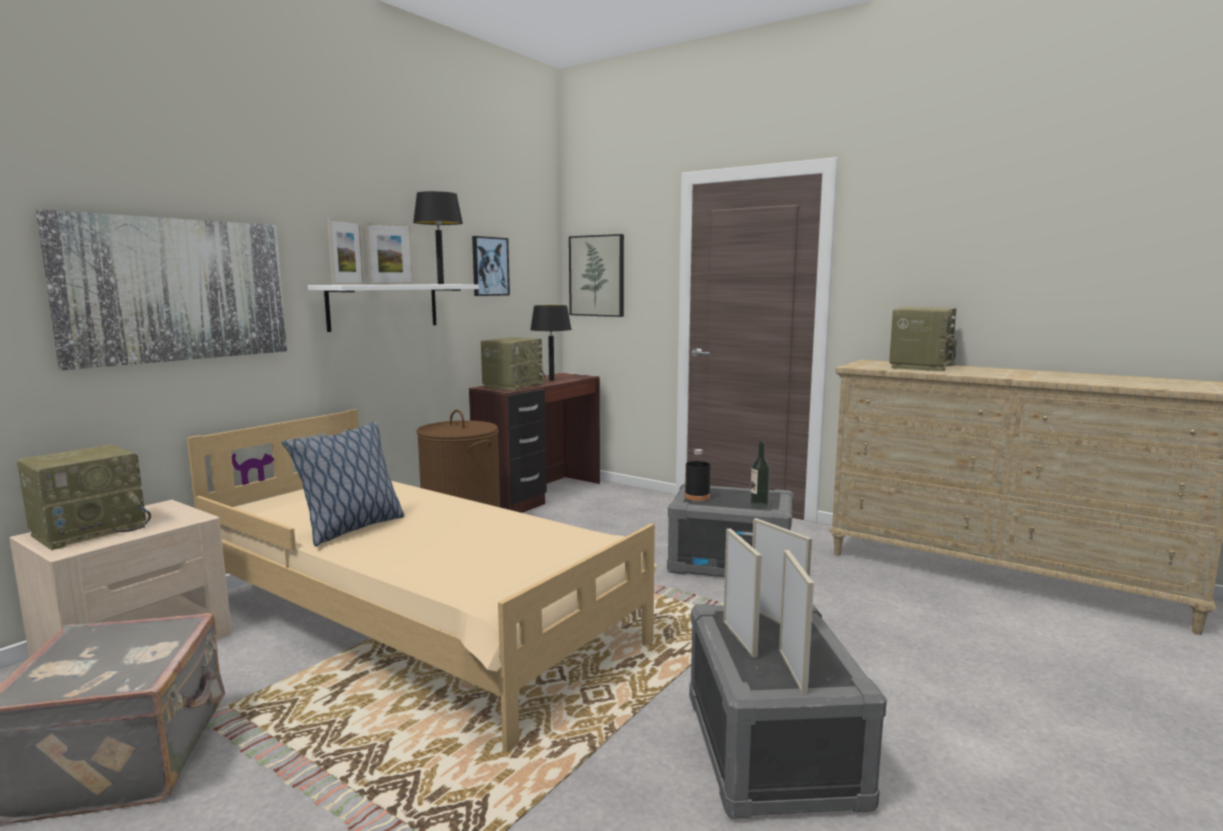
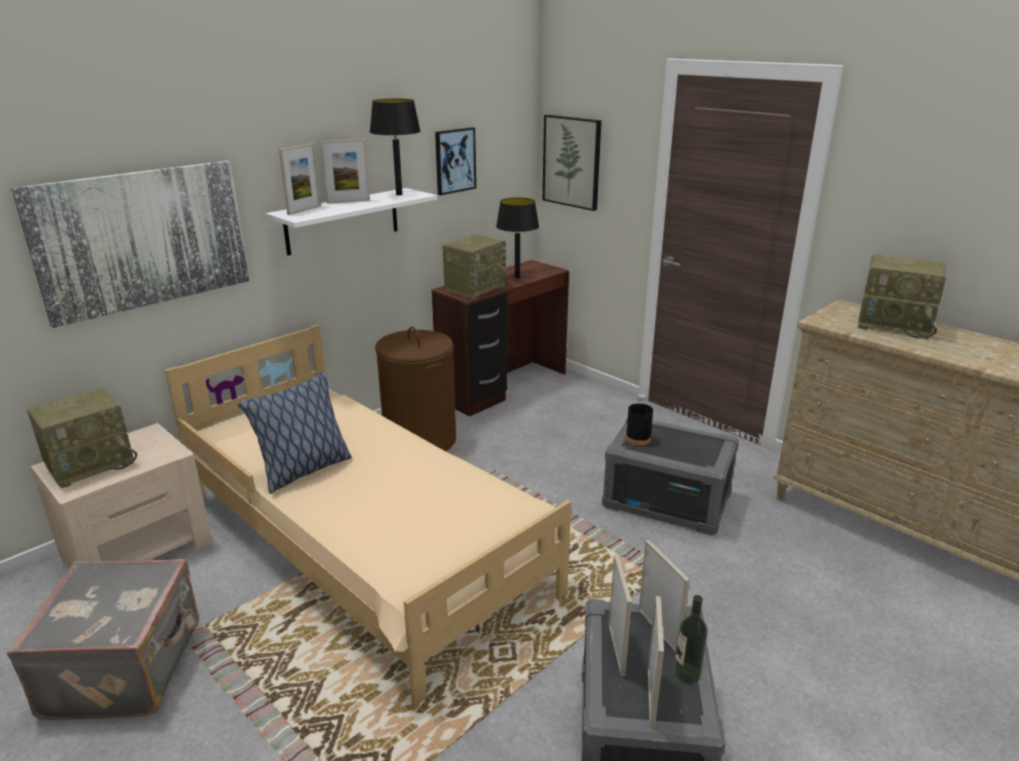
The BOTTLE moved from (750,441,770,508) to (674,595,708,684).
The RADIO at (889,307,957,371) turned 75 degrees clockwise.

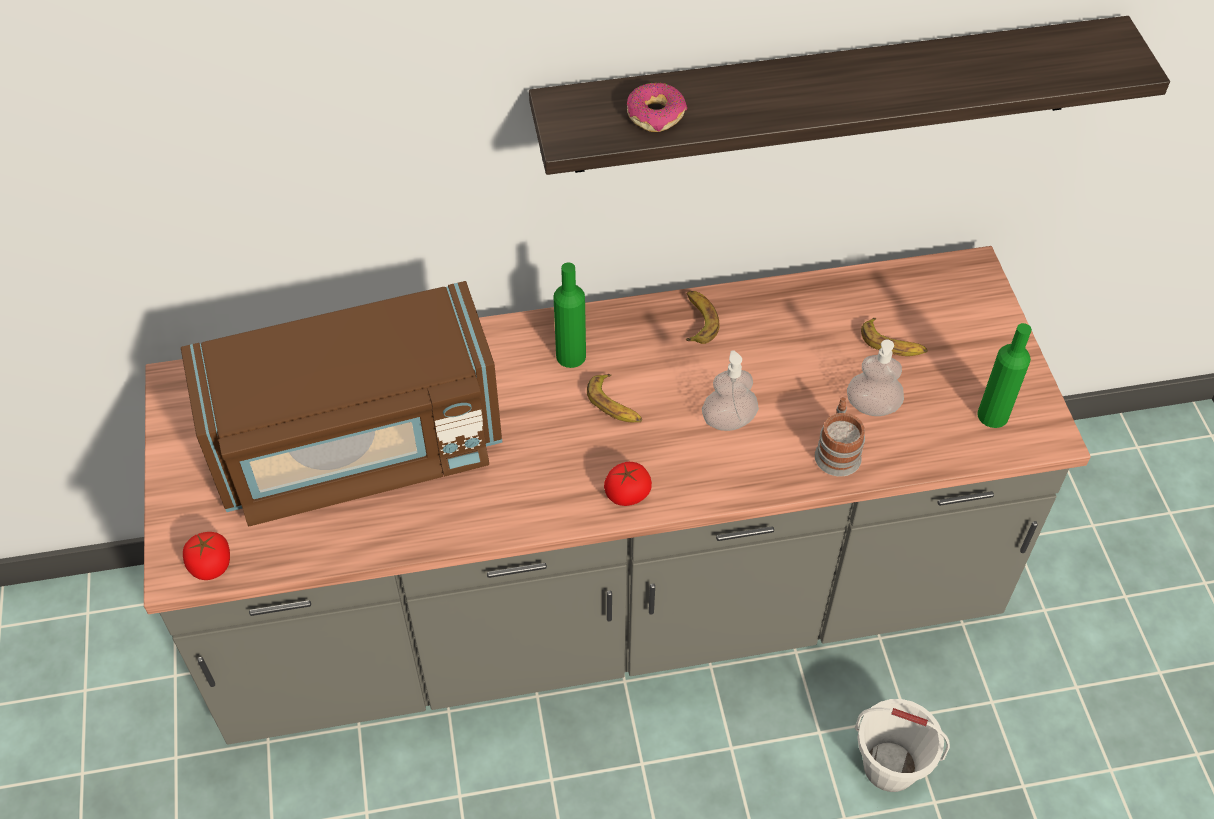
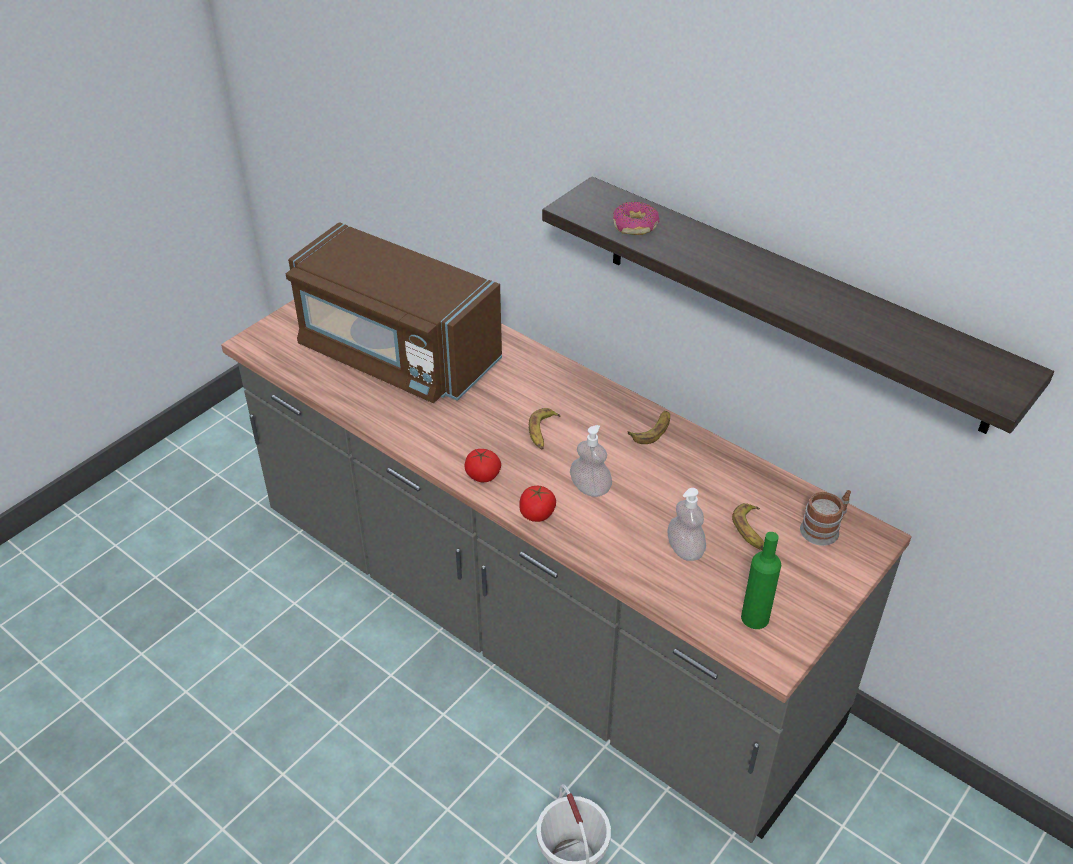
The TOMATO moved from (183,532,230,580) to (519,485,556,522).
The MUG moved from (814,397,865,476) to (800,490,851,546).
The GREEN BOTTLE at (553,262,586,368) disappeared.

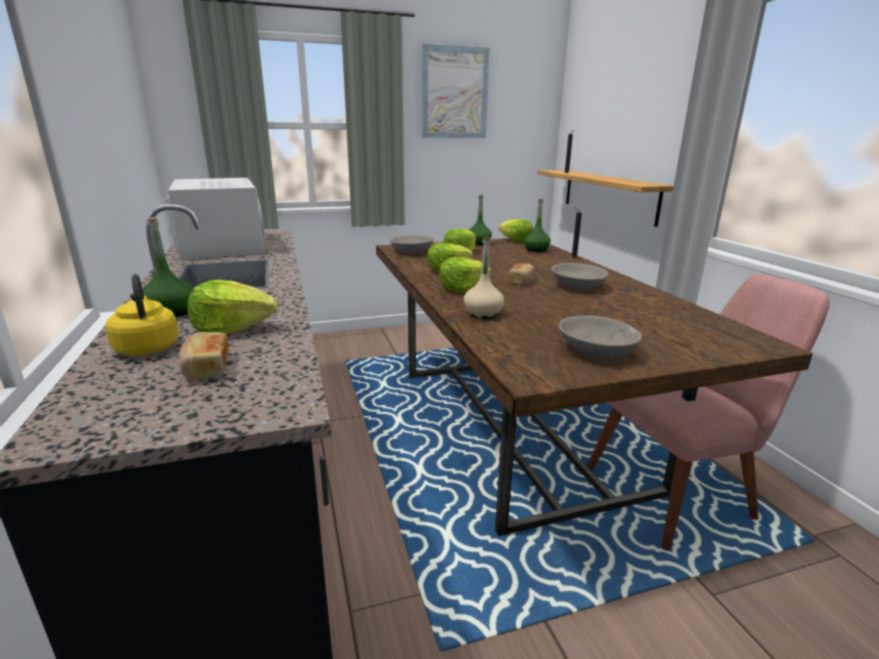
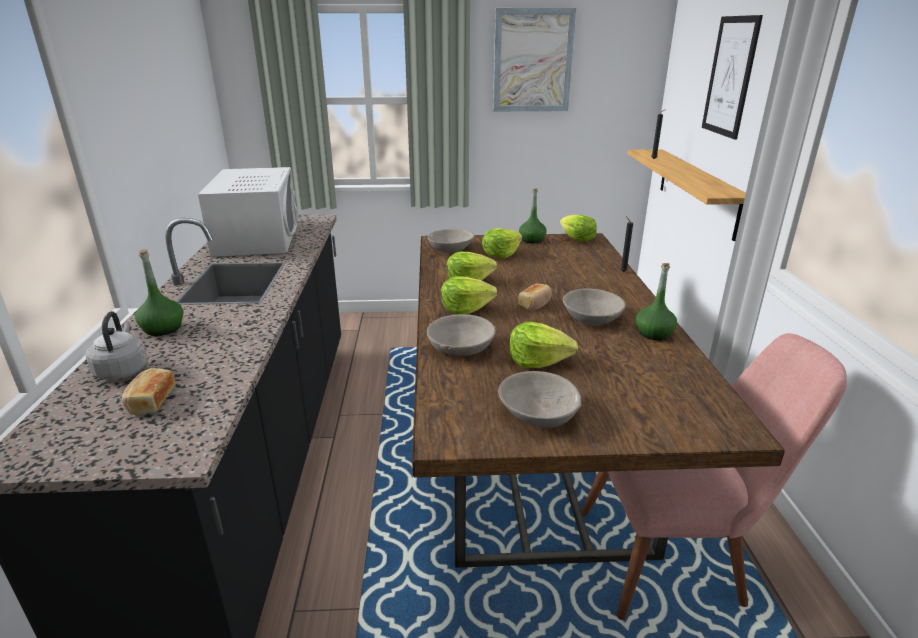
The YELLOW KETTLE at (105,274,179,356) became the GREY KETTLE at (86,311,147,380).
The BEIGE BOTTLE at (464,237,504,319) was replaced by the GREY BOWL at (427,314,496,356).
The LETTUCE moved from (188,280,278,334) to (510,322,578,368).
The GREEN BOTTLE moved from (524,199,551,252) to (636,263,677,340).
The PICTURE at (702,15,763,140) appeared.

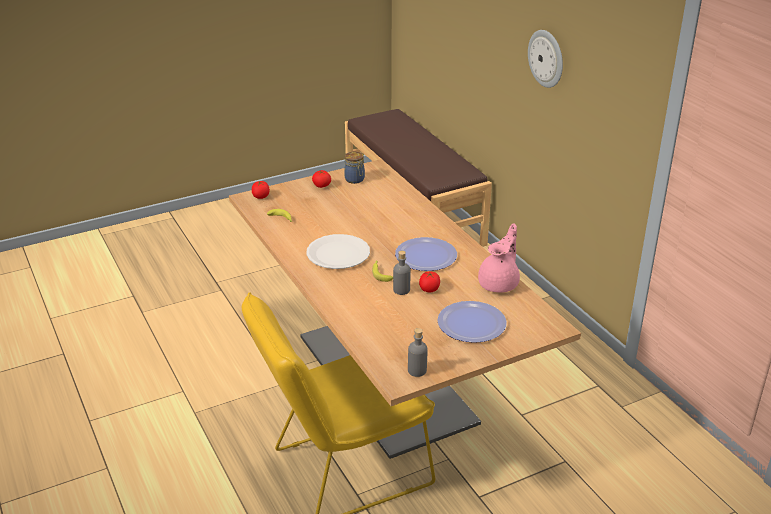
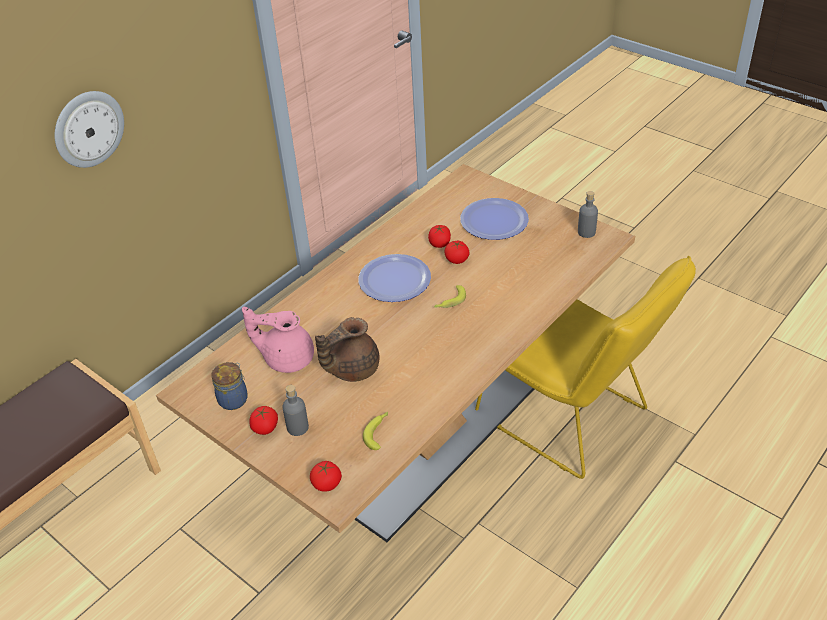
The PINK TEAPOT moved from (478,223,520,293) to (242,307,314,373).
The GREY BOTTLE moved from (393,251,410,295) to (283,385,309,436).
The BROWN TEAPOT at (315,317,379,382) appeared.
The TOMATO at (428,225,451,248) appeared.
The WHITE PLATE at (307,234,370,269) disappeared.

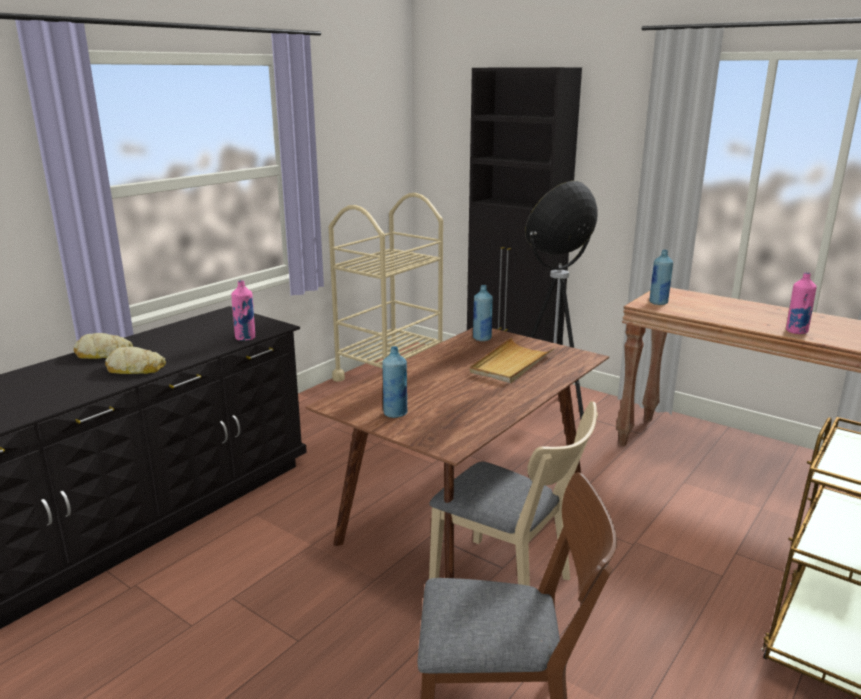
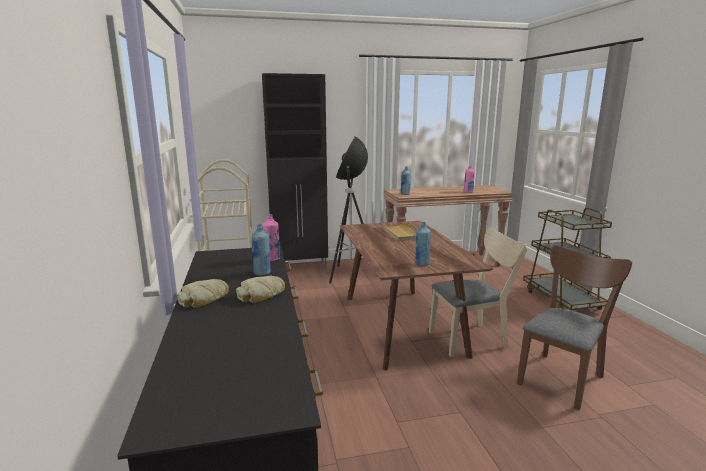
The BLUE BOTTLE moved from (473,285,493,341) to (251,224,271,276).

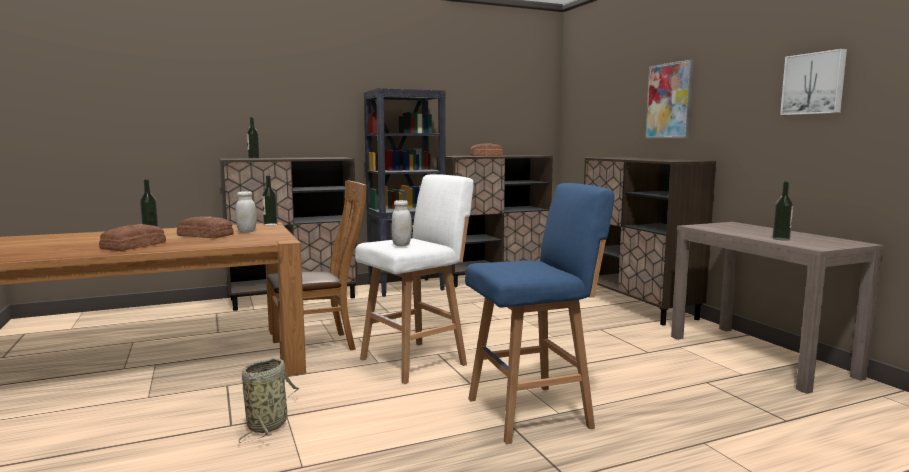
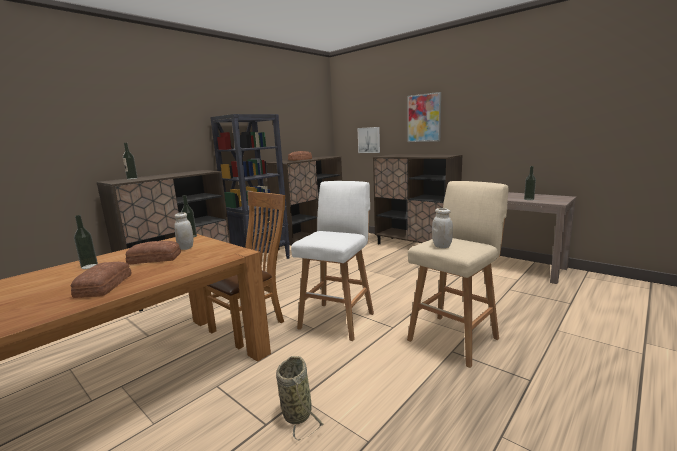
The PICTURE moved from (780,49,847,115) to (358,127,380,153).
The BLUE STOOL at (465,183,615,444) became the BEIGE STOOL at (407,181,508,368).
The WHITE JAR moved from (391,200,412,246) to (432,208,453,248).

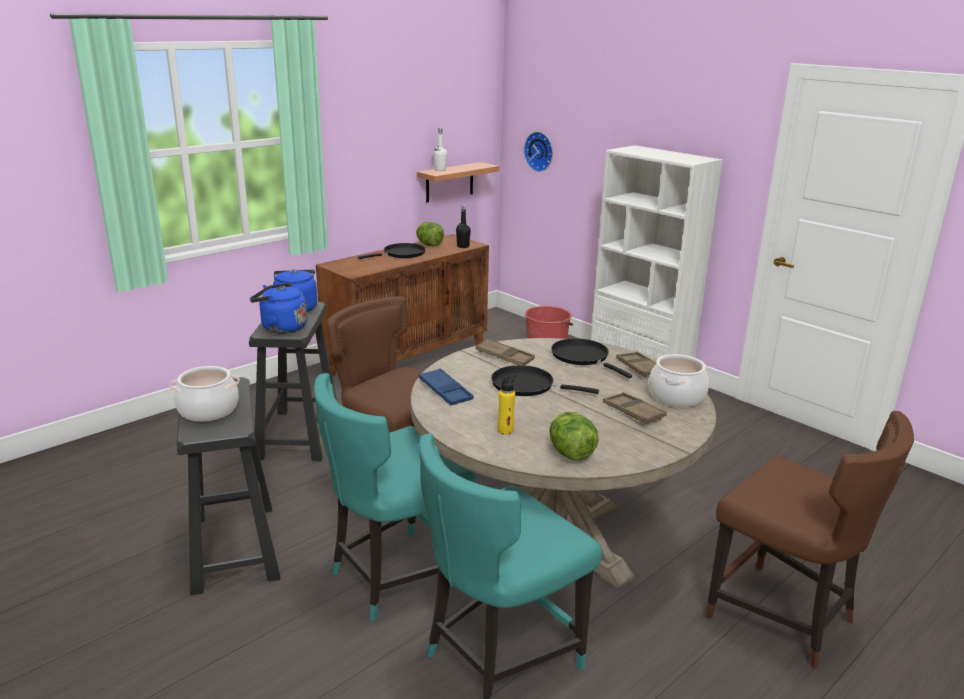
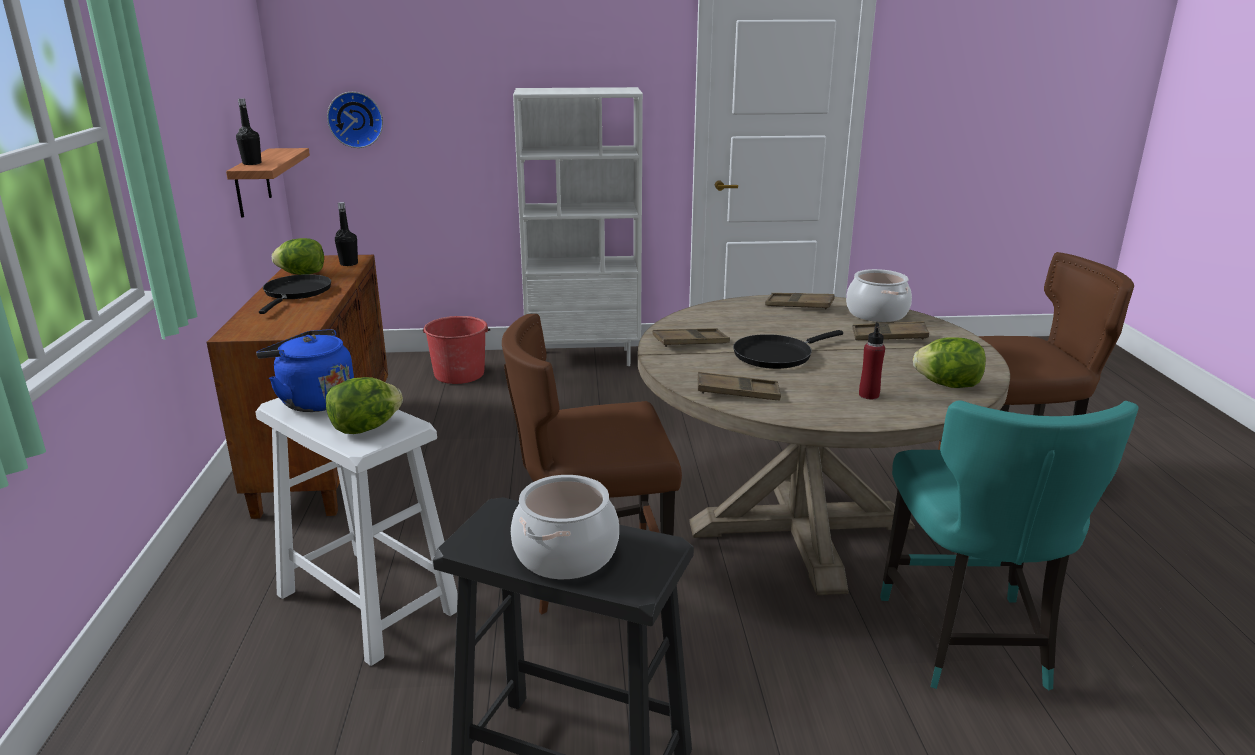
The WHITE BOTTLE at (433,128,447,171) became the BLACK BOTTLE at (236,98,261,165).
The BLACK STOOL at (249,302,337,461) became the WHITE STOOL at (255,398,458,666).
The BLUE KETTLE at (250,283,307,334) was replaced by the LETTUCE at (326,377,403,434).
The BLUE TRAY at (418,368,474,406) became the BROWN TRAY at (698,372,781,400).
The YELLOW BOTTLE at (498,375,516,435) became the RED BOTTLE at (859,323,885,400).
The TURQUOISE CHAIR at (314,373,477,622) disappeared.
The BLACK FRYING PAN at (551,338,632,378) disappeared.

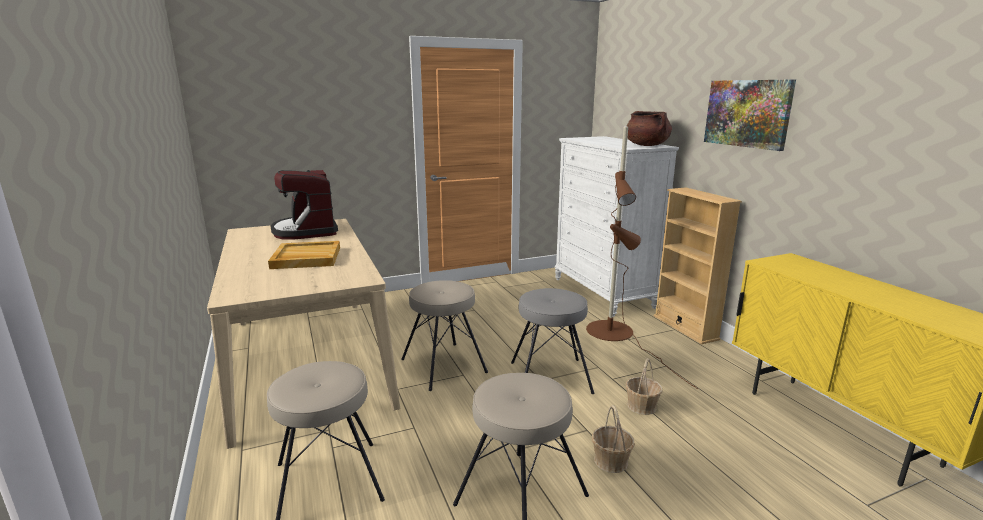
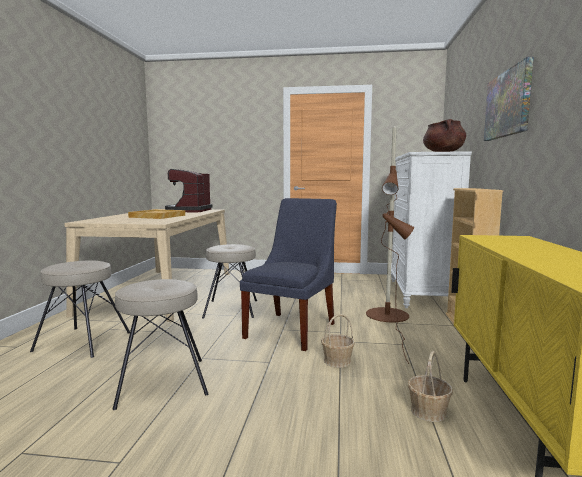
The GREY STOOL at (511,288,595,394) was replaced by the BLUE CHAIR at (240,198,337,351).
The BASKET moved from (592,405,635,473) to (408,351,453,422).

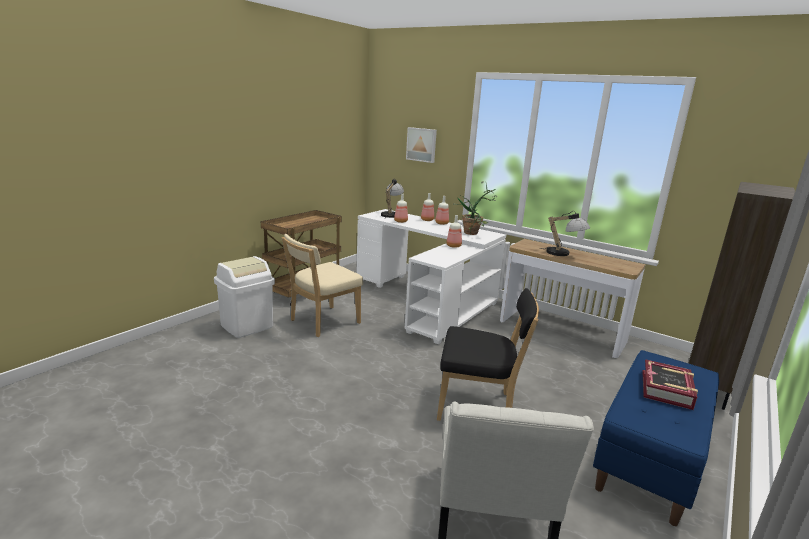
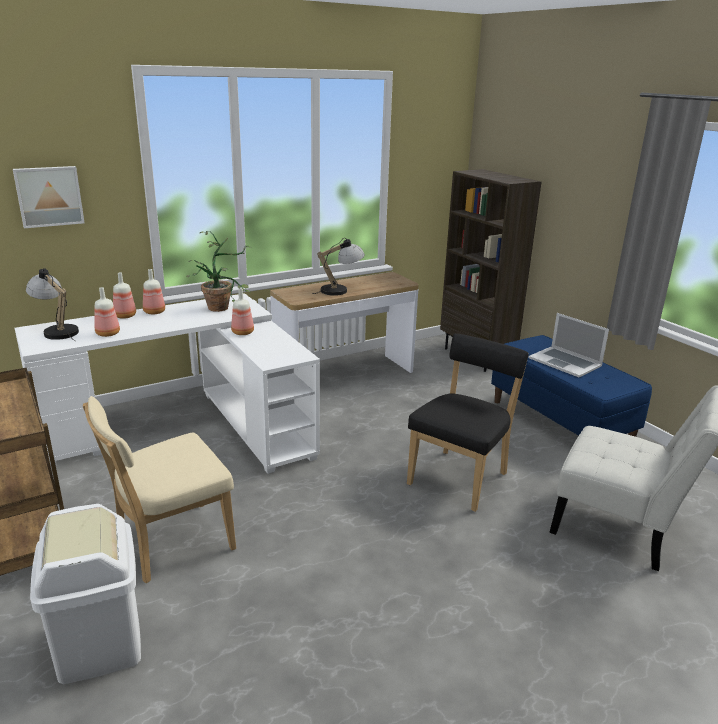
The BEIGE CHAIR at (282,234,363,337) turned 75 degrees clockwise.
The BOOK at (642,359,698,410) was replaced by the LAPTOP at (529,313,609,377).

